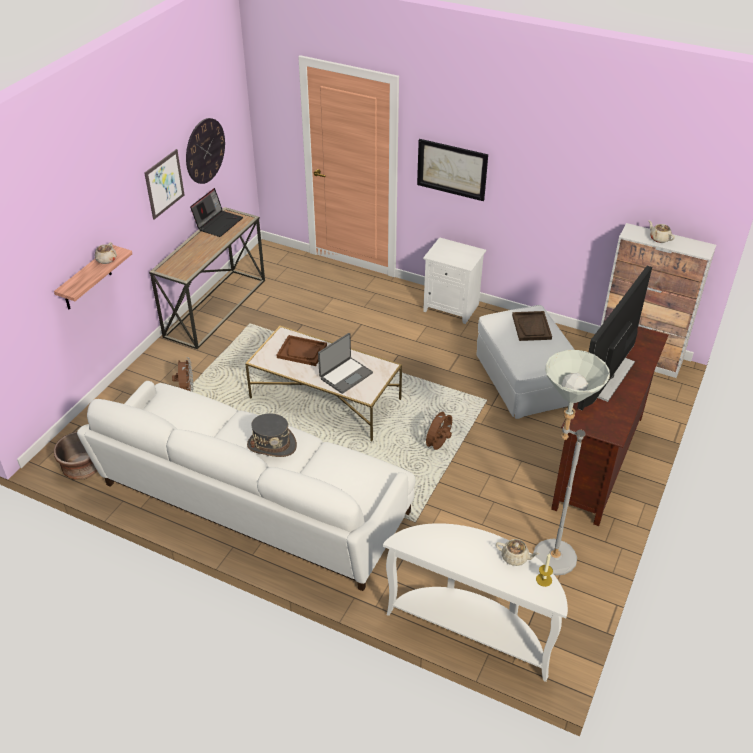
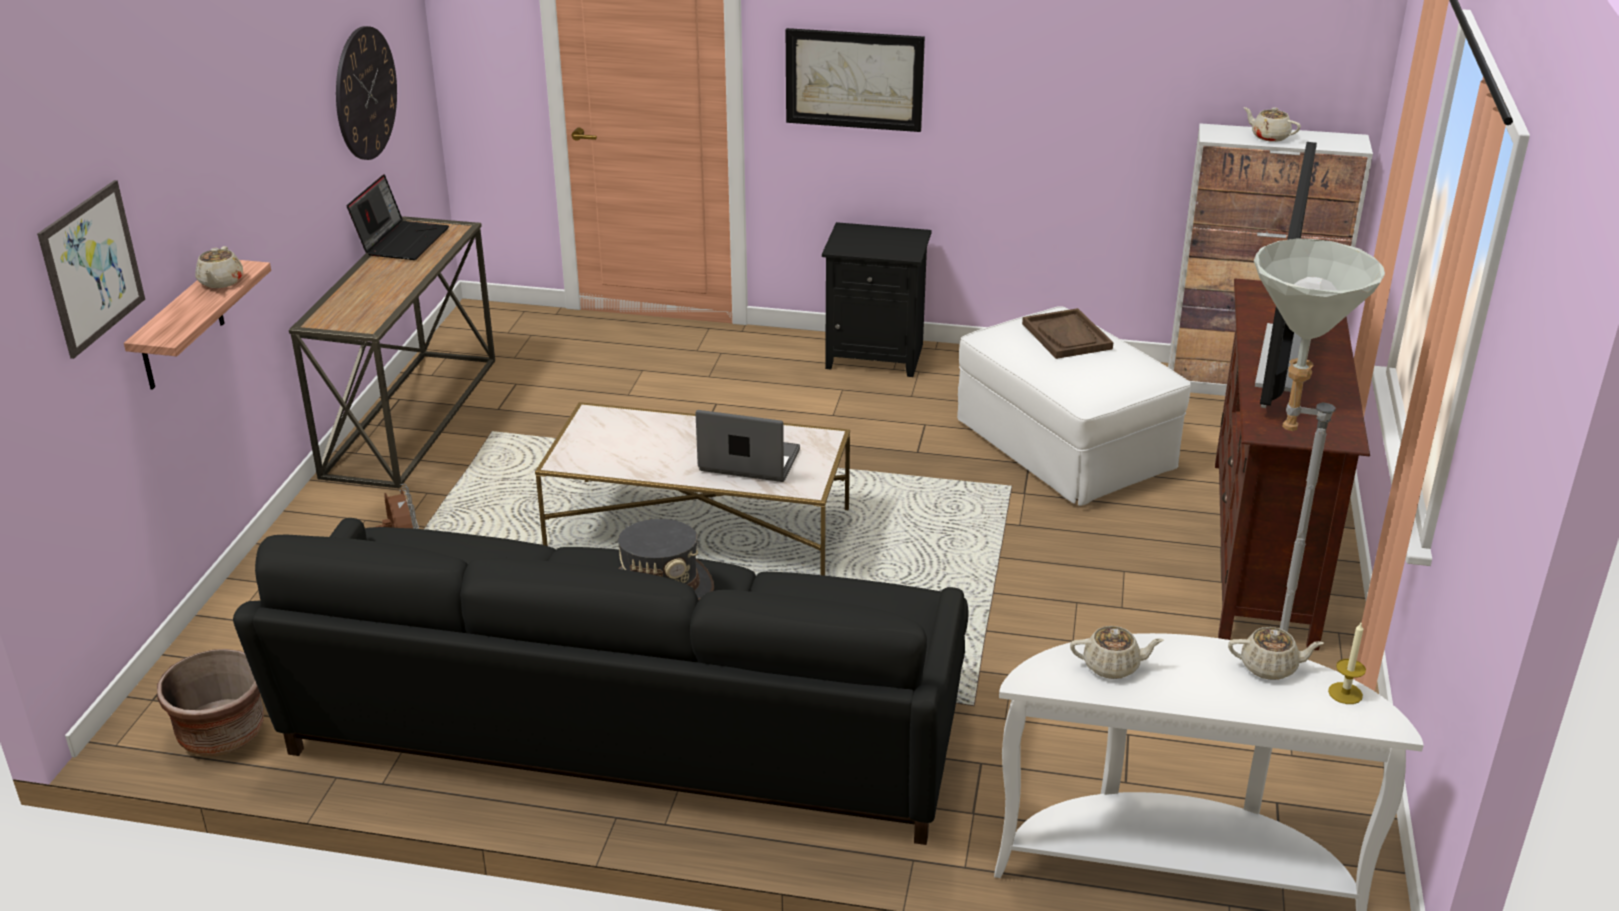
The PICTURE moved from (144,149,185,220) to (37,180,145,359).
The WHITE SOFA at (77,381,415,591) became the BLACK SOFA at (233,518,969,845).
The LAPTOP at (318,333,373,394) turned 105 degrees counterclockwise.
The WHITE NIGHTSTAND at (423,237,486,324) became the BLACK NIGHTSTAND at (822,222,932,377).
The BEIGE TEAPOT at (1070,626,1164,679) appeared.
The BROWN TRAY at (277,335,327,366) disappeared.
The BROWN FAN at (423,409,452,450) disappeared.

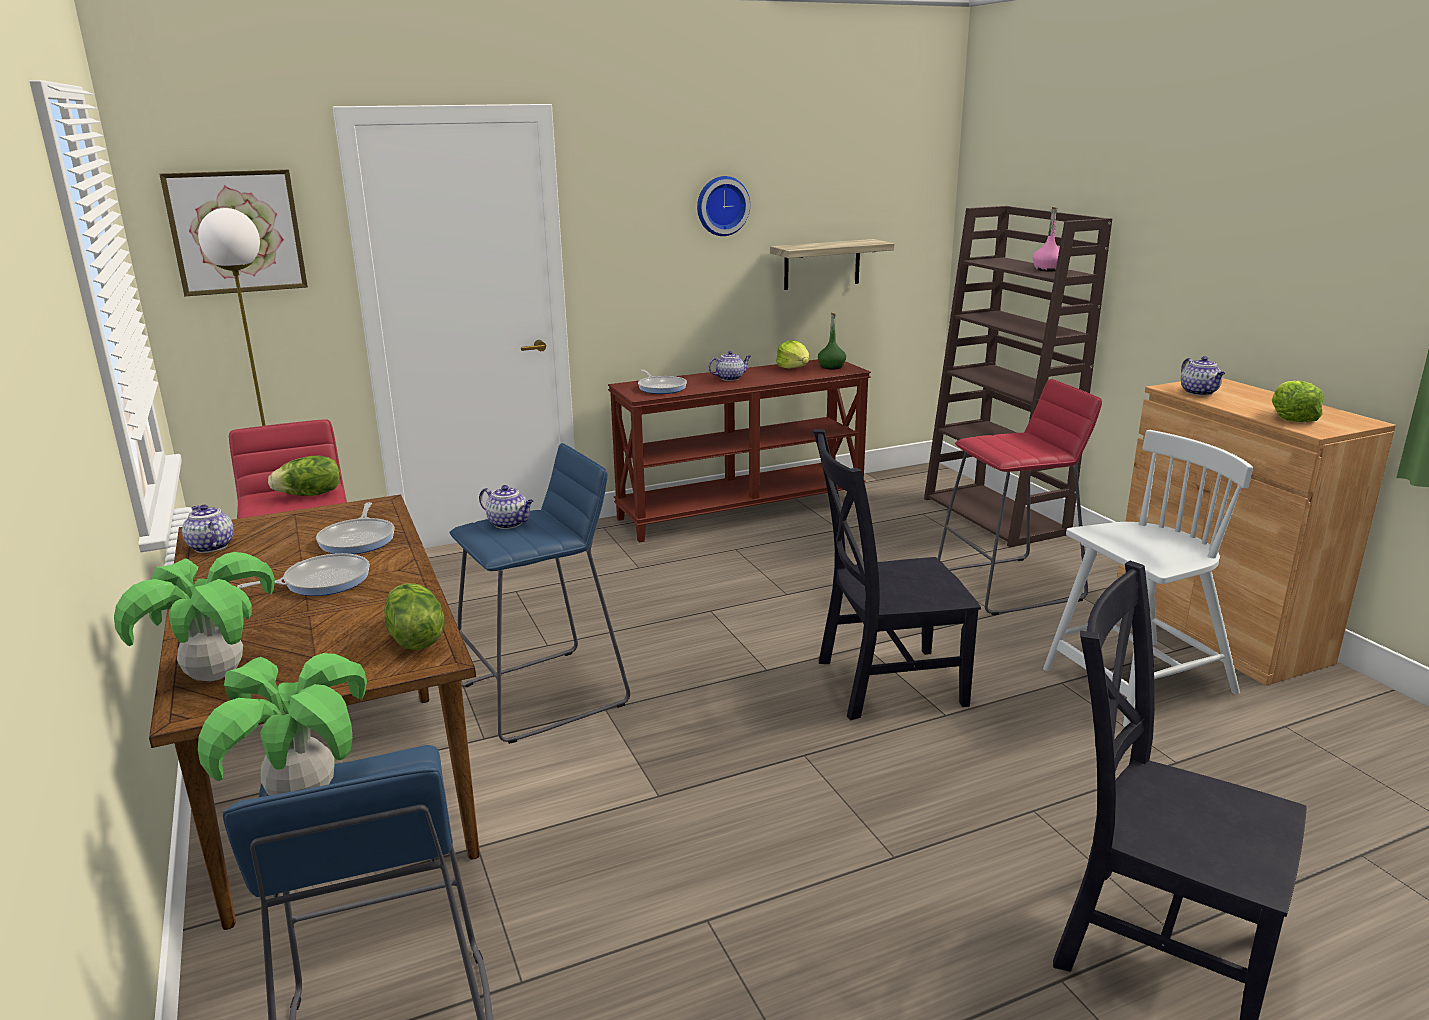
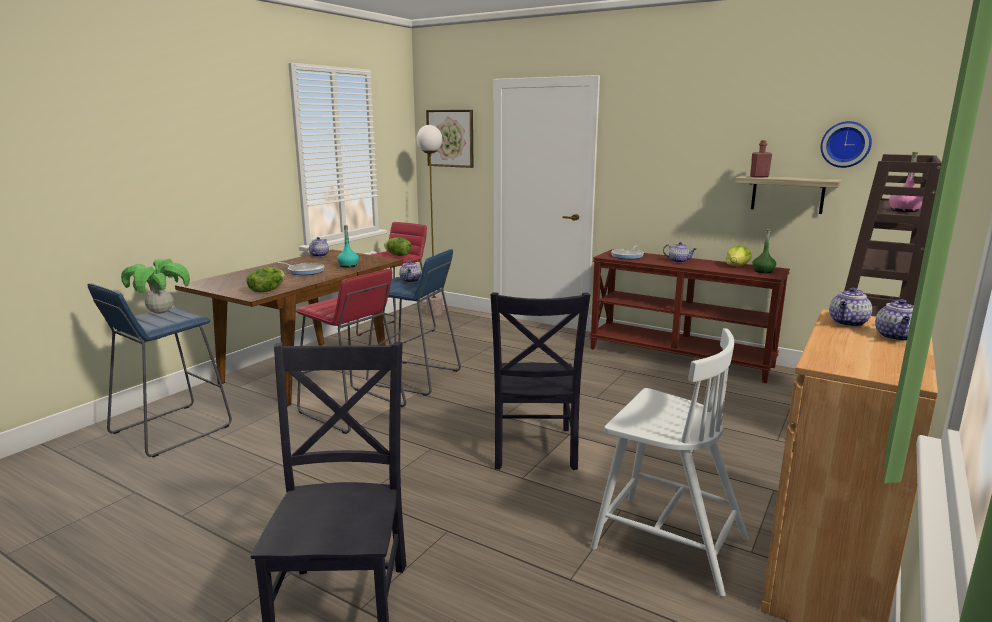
The RED STOOL moved from (938,379,1102,615) to (296,269,406,434).
The FRYING PAN at (316,502,395,554) was replaced by the TURQUOISE BOTTLE at (337,225,359,268).
The BLACK CHAIR at (814,429,981,720) turned 135 degrees counterclockwise.
The RED BOTTLE at (750,140,772,177) appeared.
The WALL CLOCK moved from (697,176,750,236) to (821,121,872,168).
The TEAPOT at (875,299,913,341) appeared.
The POTTED PLANT at (114,552,275,681) disappeared.
The LETTUCE at (1272,381,1324,422) disappeared.

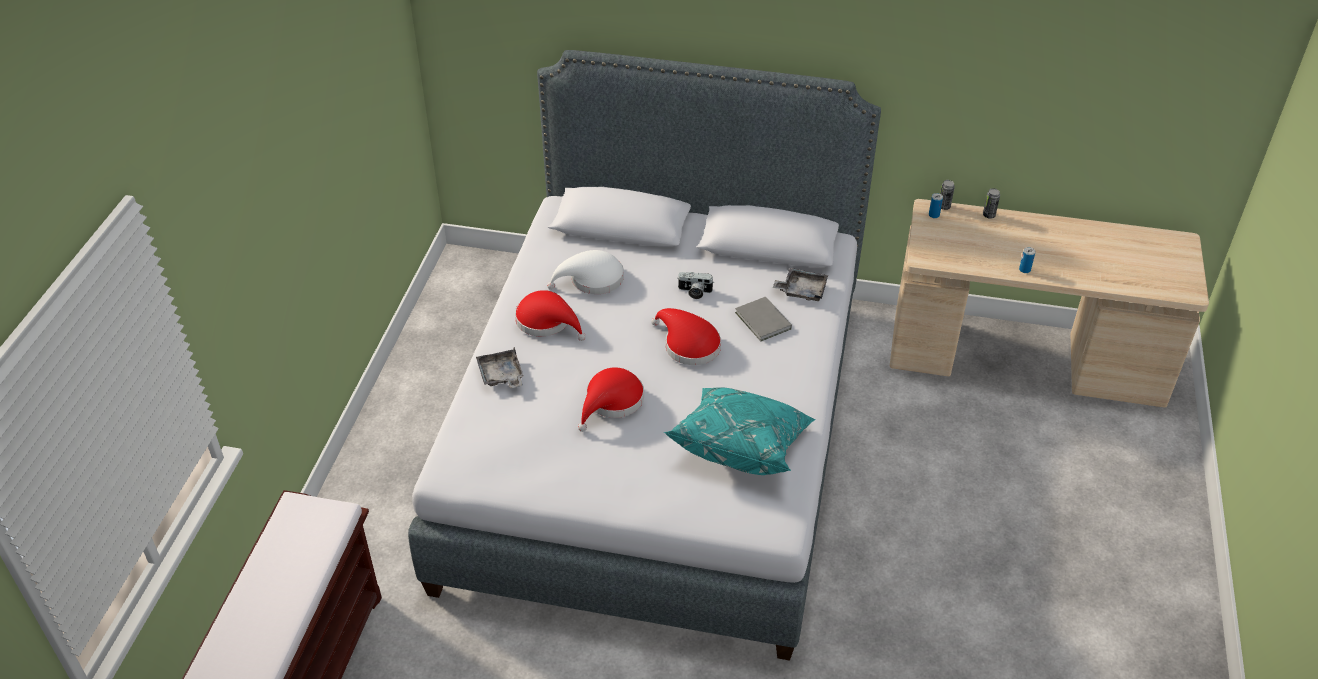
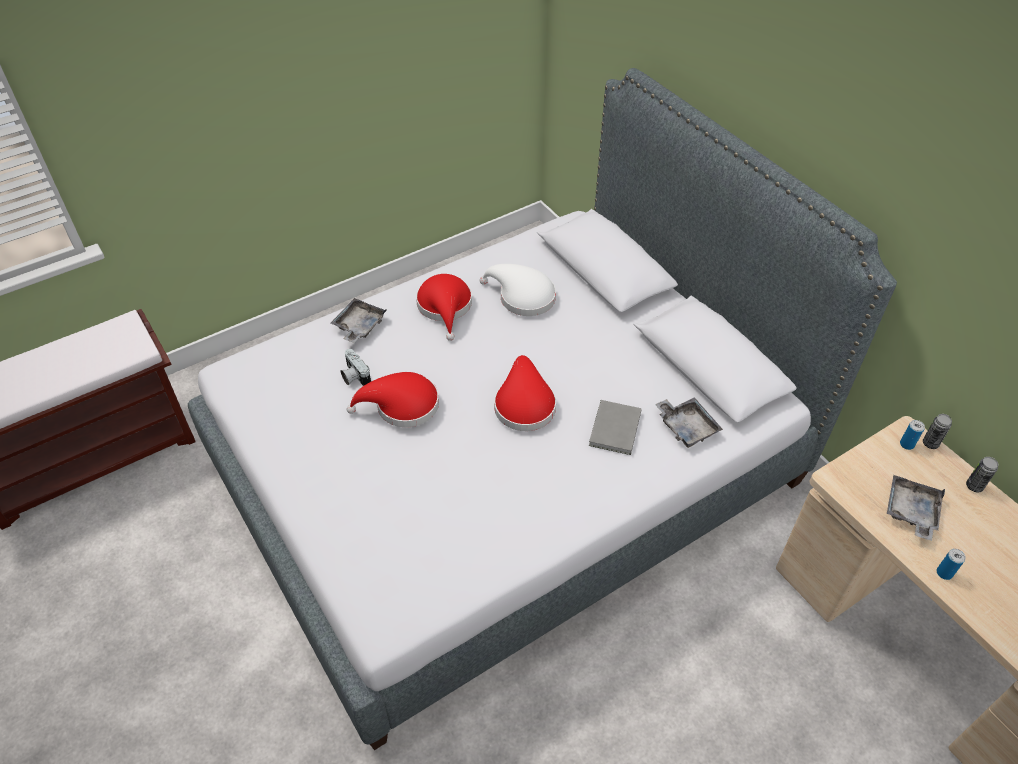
The PHOTO CAMERA moved from (677,272,713,299) to (341,349,371,386).
The GREY TRAY at (887,475,945,541) appeared.
The TURQUOISE PILLOW at (664,387,816,475) disappeared.

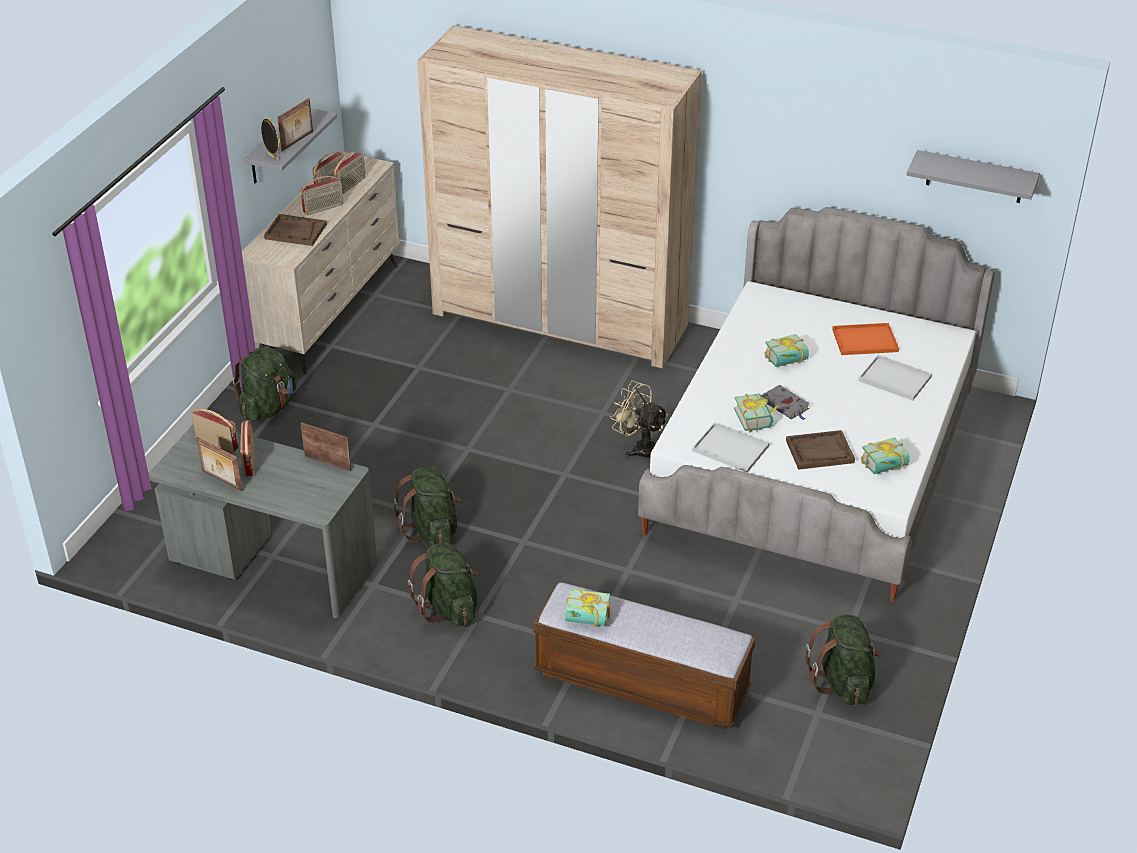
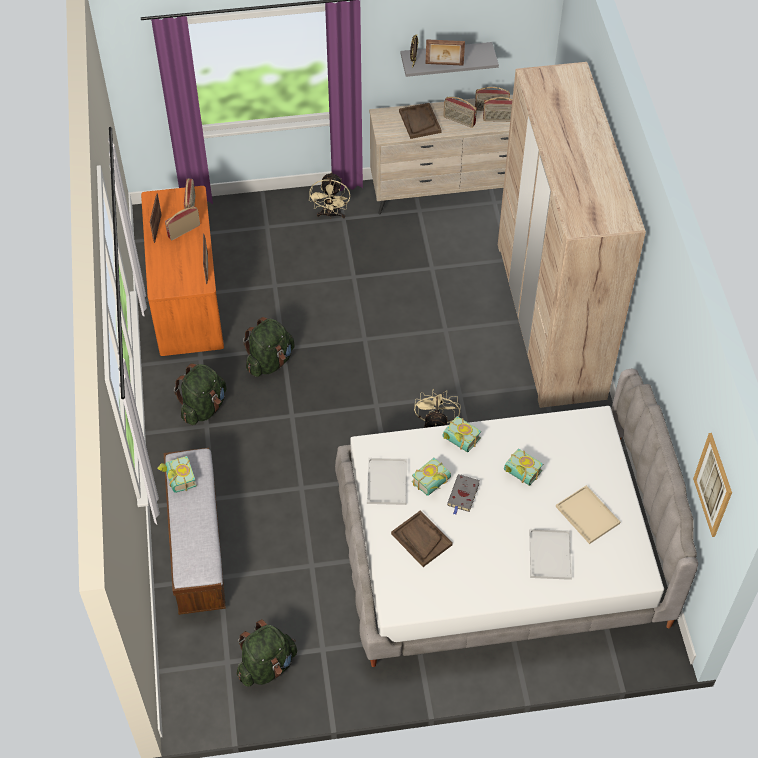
The GREY DESK at (149,425,377,618) became the ORANGE DESK at (141,186,224,356).
The GREEN BACKPACK at (233,347,296,421) was replaced by the BEIGE FAN at (309,172,350,219).
The BOOK moved from (861,437,910,474) to (443,416,481,452).
The ORANGE TRAY at (832,323,899,355) became the BEIGE TRAY at (556,485,620,544).
The GREY SHELF at (907,150,1040,203) was replaced by the PICTURE at (693,433,732,537).

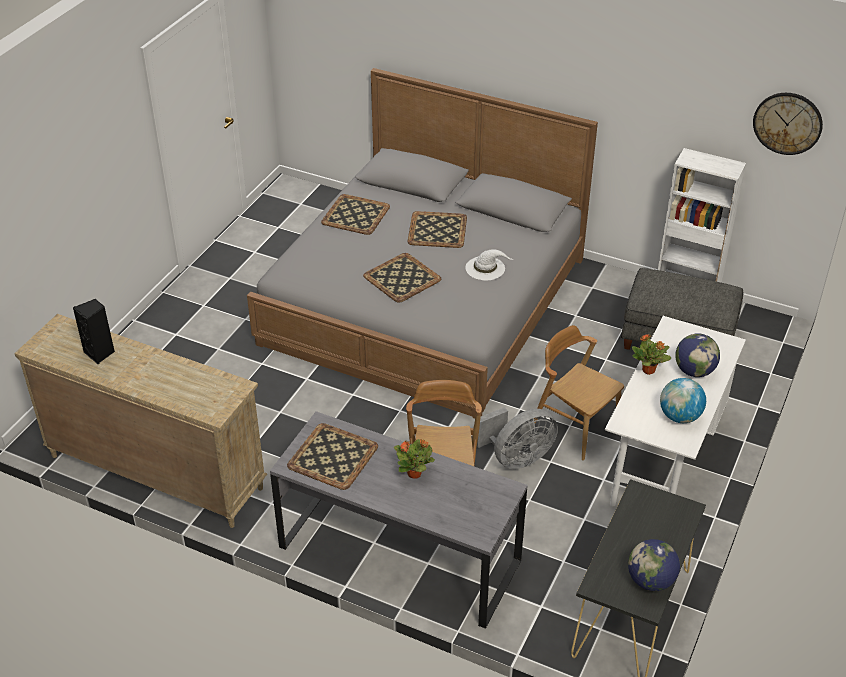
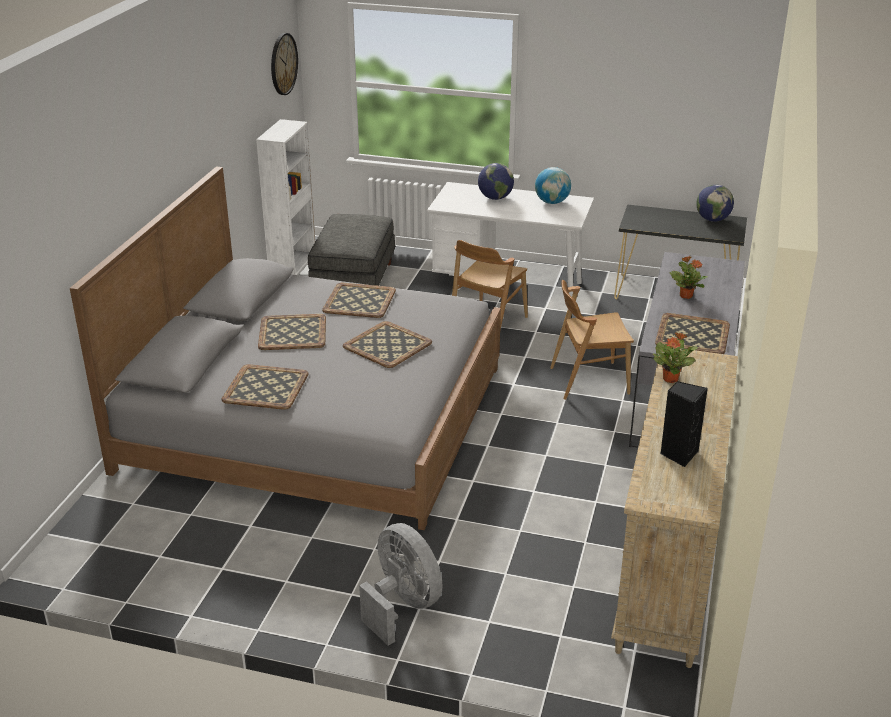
The WHITE HAT at (465,249,514,280) was replaced by the TRAY at (322,283,396,318).
The GREY FAN moved from (477,407,558,469) to (359,523,443,646).
The POTTED PLANT moved from (632,334,671,375) to (653,332,698,383).

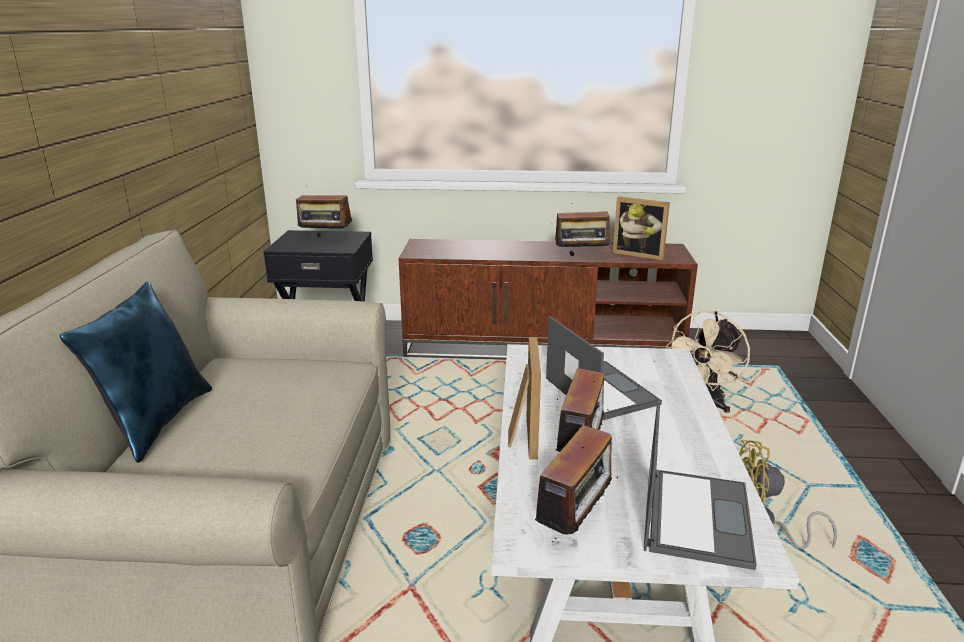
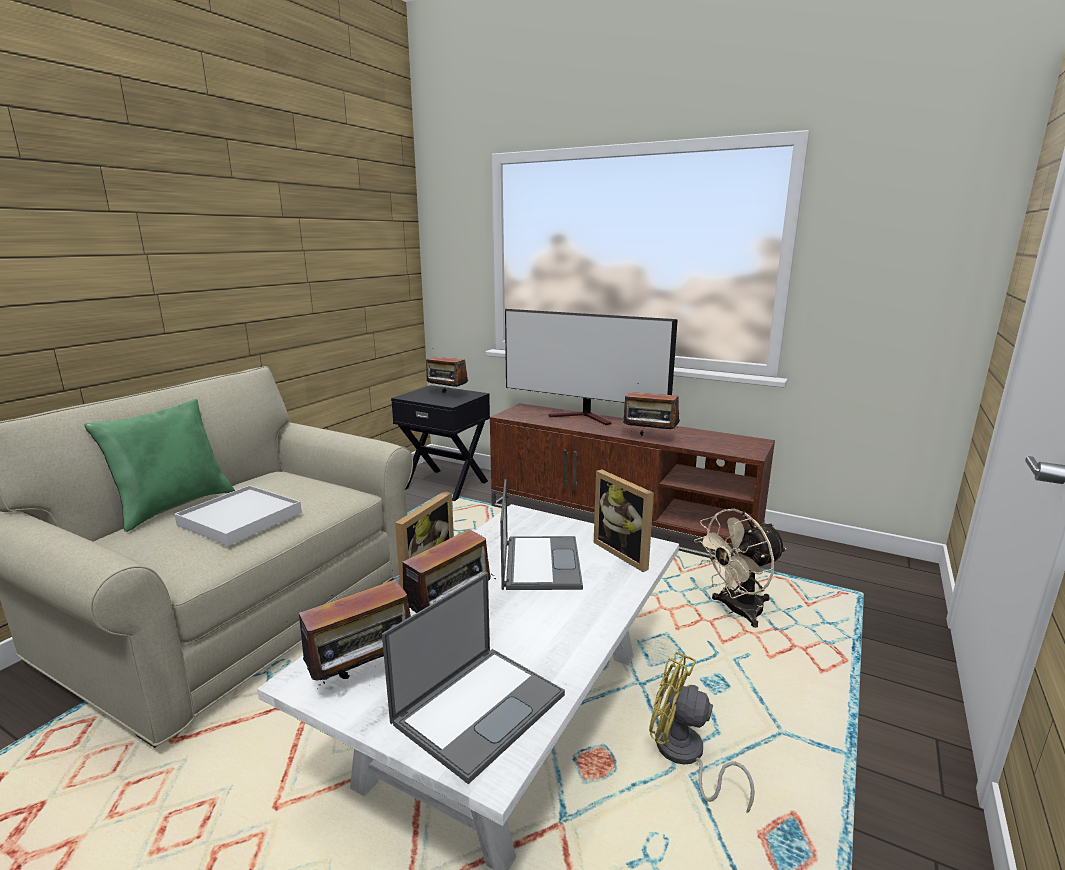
The BLUE PILLOW at (59,281,212,463) became the GREEN PILLOW at (84,399,235,532).
The WHITE TRAY at (174,485,302,546) appeared.
The TELEVISION at (505,309,678,425) appeared.
The PICTURE FRAME moved from (613,196,670,261) to (594,469,654,572).

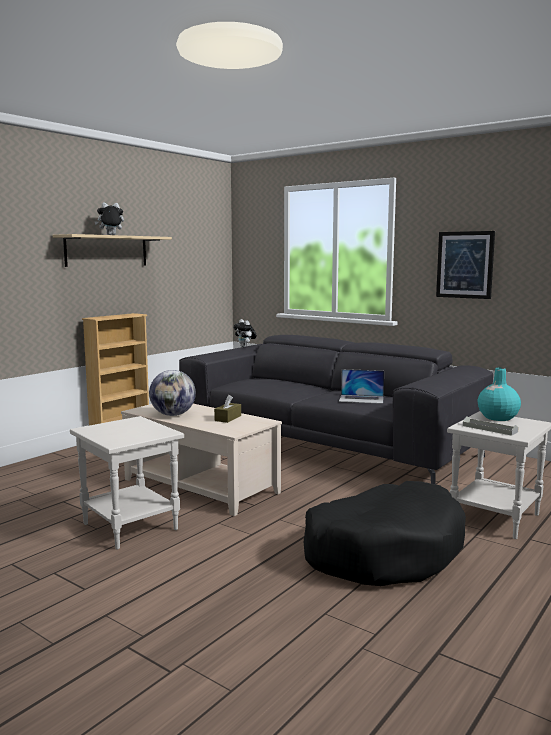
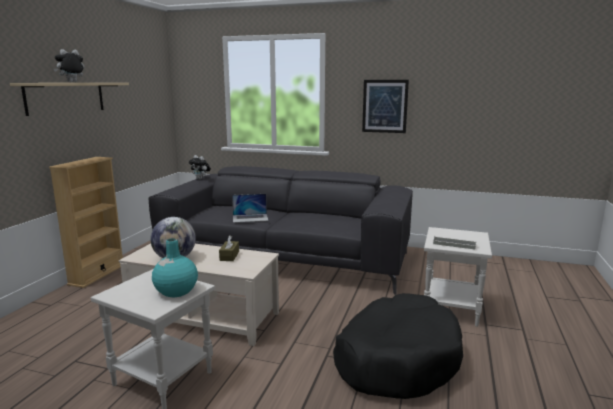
The TURQUOISE VASE moved from (478,368,521,421) to (152,238,198,298).
The LAPTOP moved from (339,369,384,404) to (232,194,269,223).

